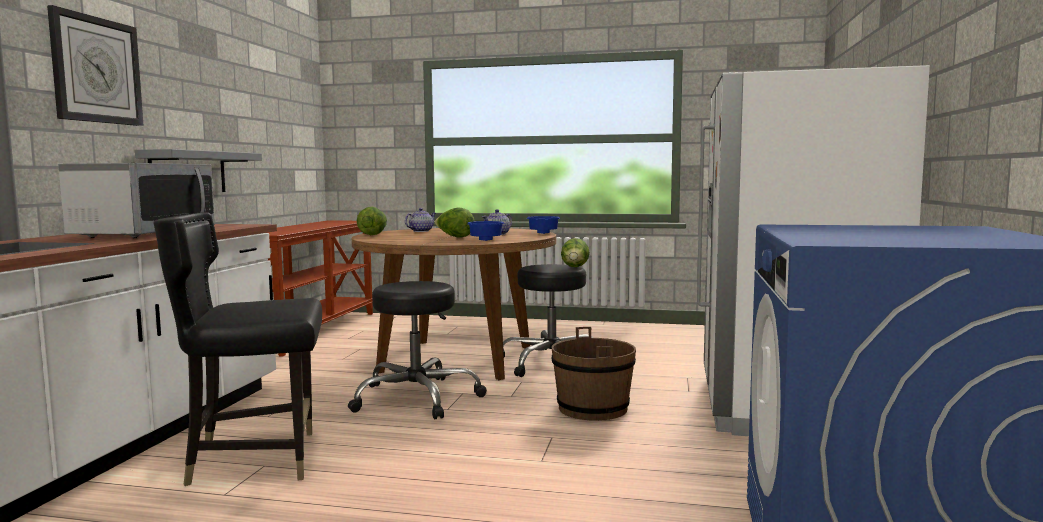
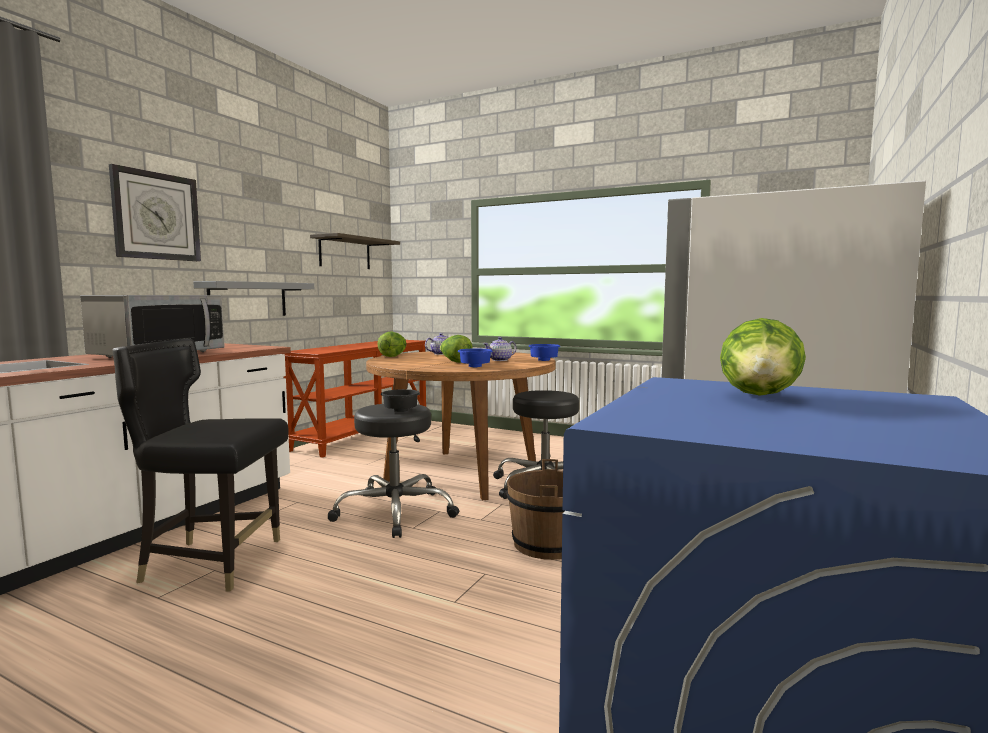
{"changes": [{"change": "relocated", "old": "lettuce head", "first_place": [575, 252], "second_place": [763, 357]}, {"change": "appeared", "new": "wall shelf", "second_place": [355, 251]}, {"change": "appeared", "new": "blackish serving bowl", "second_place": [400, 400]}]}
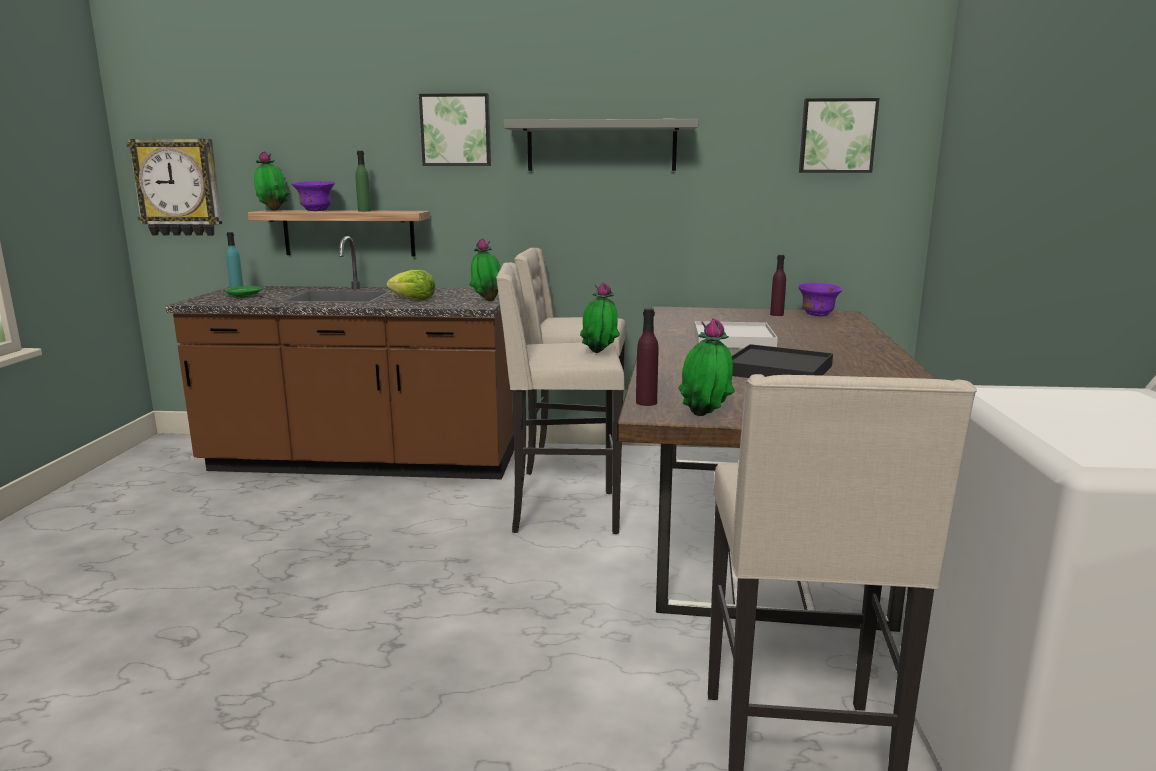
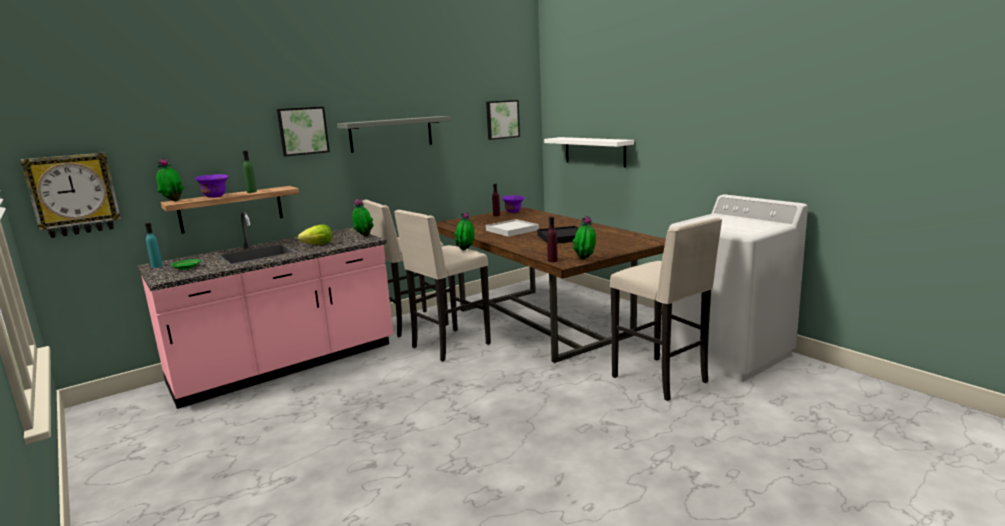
{"changes": [{"change": "colour", "old": "brownish kitchen counter", "new": "pink-coloured kitchen counter", "first_place": [339, 357], "second_place": [265, 310]}, {"change": "appeared", "new": "white wall shelf", "second_place": [589, 152]}]}
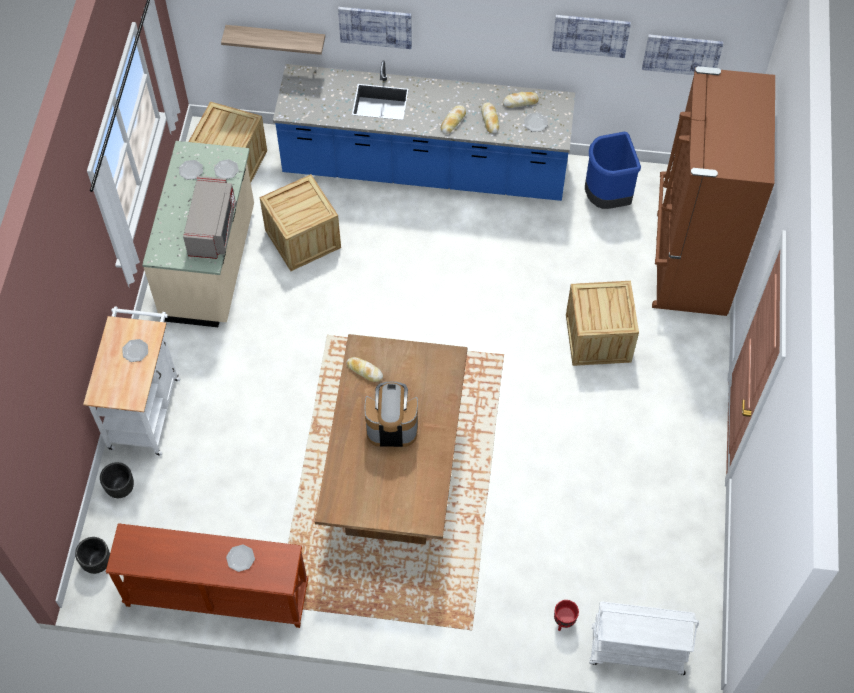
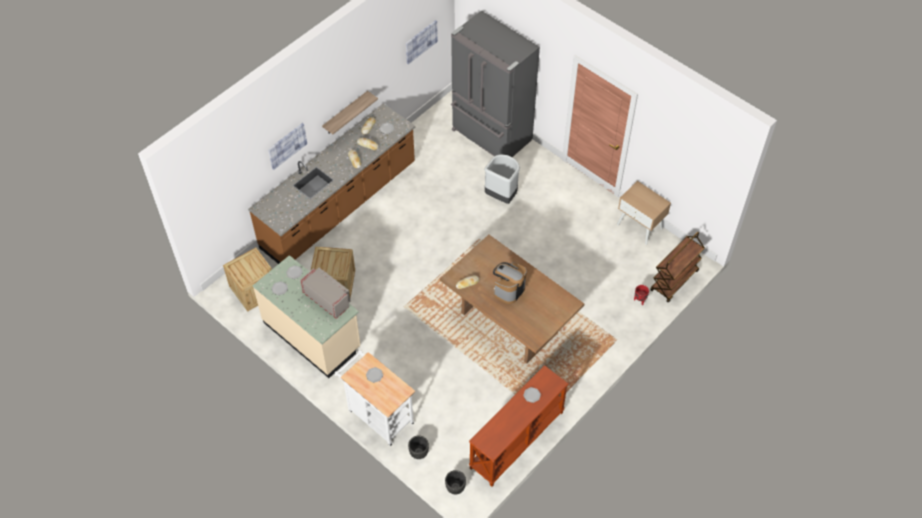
{"changes": [{"change": "relocated", "old": "wall shelf", "first_place": [273, 40], "second_place": [350, 113]}, {"change": "colour", "old": "blue-coloured kitchen counter", "new": "brownish kitchen counter", "first_place": [424, 130], "second_place": [331, 184]}, {"change": "missing", "old": "wall picture", "first_place": [591, 36]}, {"change": "exchanged", "old": "crate", "new": "grey waste bin", "first_place": [602, 323], "second_place": [502, 179]}, {"change": "missing", "old": "blue-coloured waste bin", "first_place": [613, 170]}, {"change": "colour", "old": "white wheeled cart", "new": "brownish wheeled cart", "first_place": [644, 638], "second_place": [677, 267]}, {"change": "colour", "old": "brownish refrigerator", "new": "grey refrigerator", "first_place": [713, 191], "second_place": [495, 83]}, {"change": "appeared", "new": "beige nightstand", "second_place": [644, 213]}]}
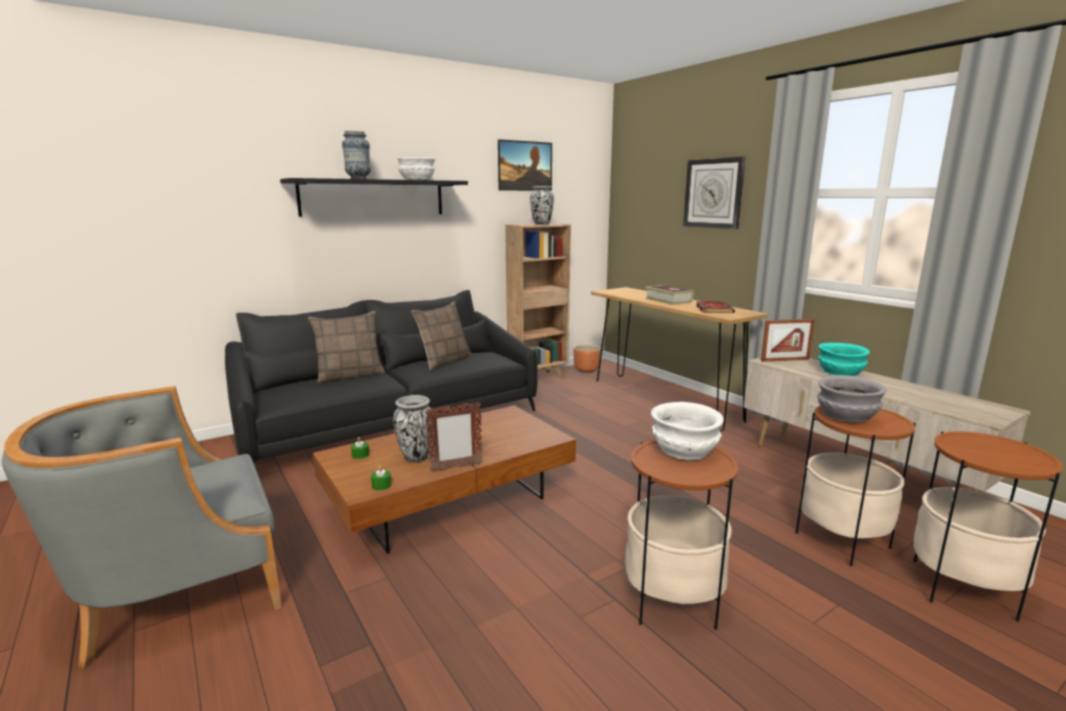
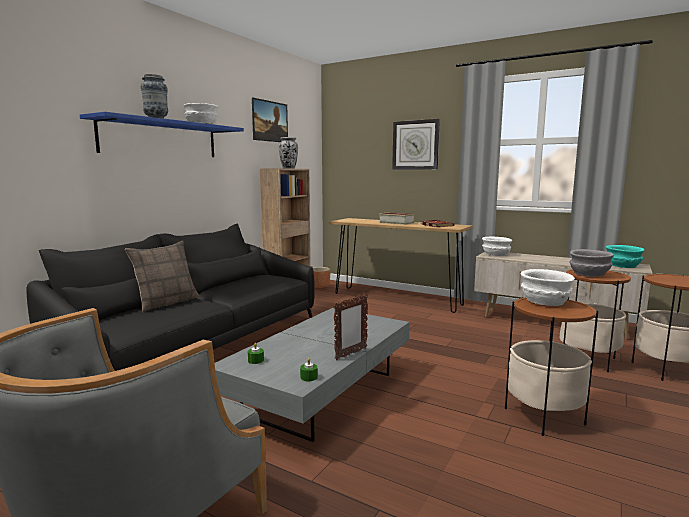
{"changes": [{"change": "colour", "old": "blackish wall shelf", "new": "blue-coloured wall shelf", "first_place": [374, 197], "second_place": [162, 134]}, {"change": "colour", "old": "brownish low table", "new": "grey low table", "first_place": [444, 479], "second_place": [312, 375]}, {"change": "missing", "old": "flower vase", "first_place": [413, 429]}, {"change": "missing", "old": "cushion", "first_place": [441, 336]}, {"change": "exchanged", "old": "picture frame", "new": "white serving bowl", "first_place": [788, 340], "second_place": [497, 246]}, {"change": "relocated", "old": "turquoise-coloured serving bowl", "first_place": [844, 359], "second_place": [625, 256]}]}
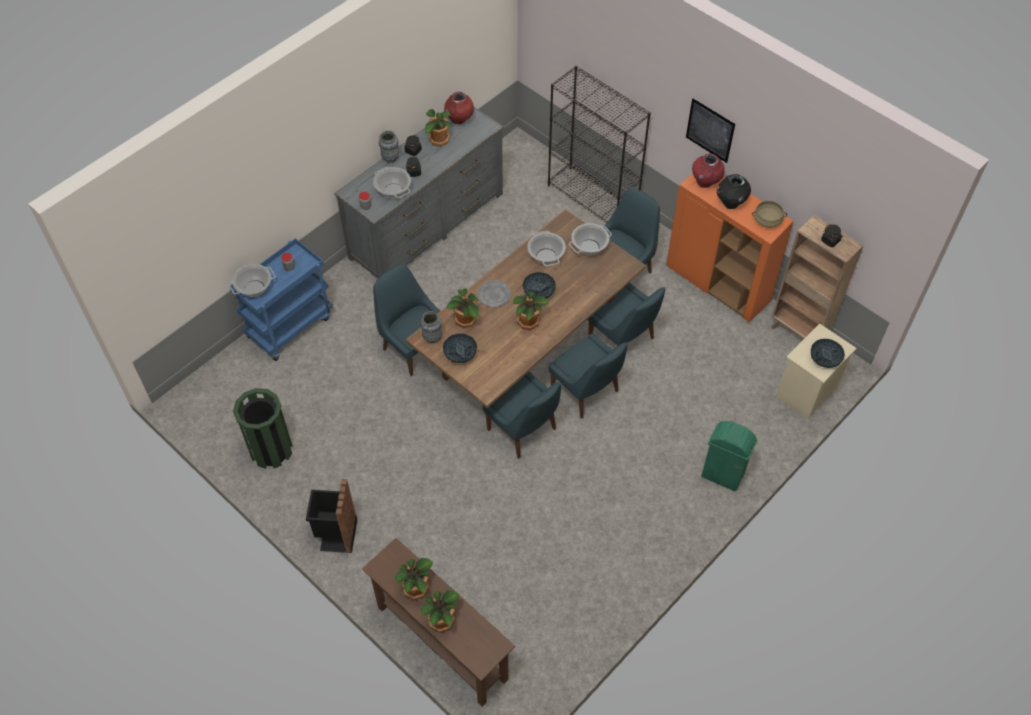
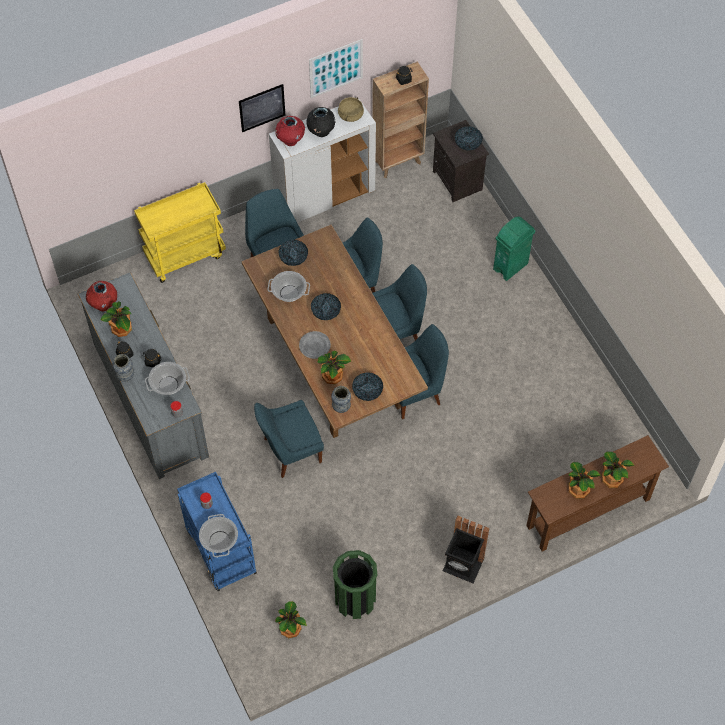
{"changes": [{"change": "relocated", "old": "potted plant", "first_place": [531, 311], "second_place": [291, 619]}, {"change": "exchanged", "old": "blackish shelving unit", "new": "yellow-coloured wheeled cart", "first_place": [599, 144], "second_place": [180, 232]}, {"change": "exchanged", "old": "saucepot", "new": "serving bowl", "first_place": [590, 239], "second_place": [293, 253]}, {"change": "colour", "old": "orangey cupboard", "new": "white cupboard", "first_place": [729, 248], "second_place": [322, 160]}, {"change": "colour", "old": "beige nightstand", "new": "blackish nightstand", "first_place": [816, 371], "second_place": [461, 161]}, {"change": "appeared", "new": "wall picture", "second_place": [336, 68]}]}
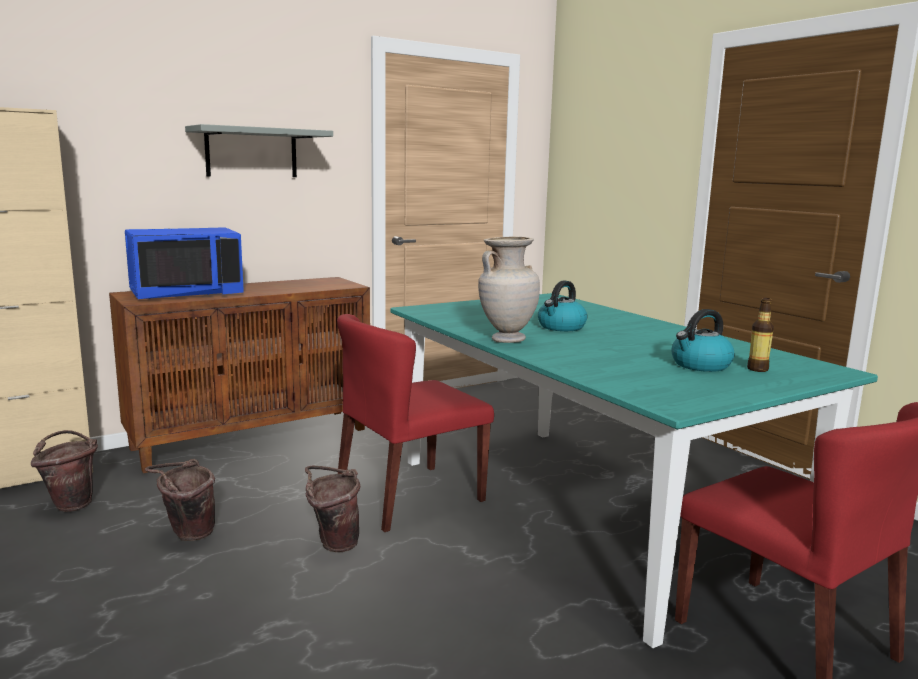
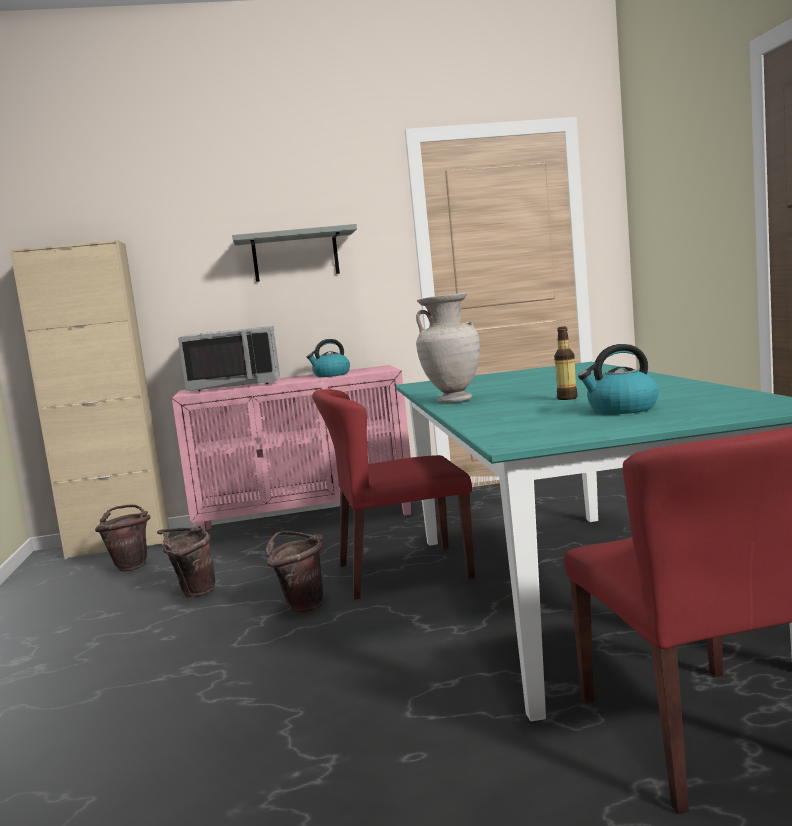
{"changes": [{"change": "colour", "old": "brownish cupboard", "new": "pink-coloured cupboard", "first_place": [239, 375], "second_place": [291, 448]}, {"change": "colour", "old": "blue-coloured kitchen microwave", "new": "grey kitchen microwave", "first_place": [184, 263], "second_place": [229, 359]}, {"change": "relocated", "old": "kettle", "first_place": [562, 305], "second_place": [328, 358]}, {"change": "relocated", "old": "bottle", "first_place": [760, 335], "second_place": [566, 363]}]}
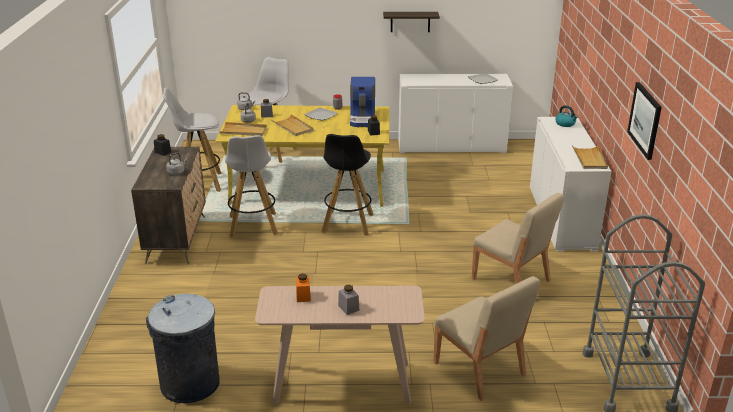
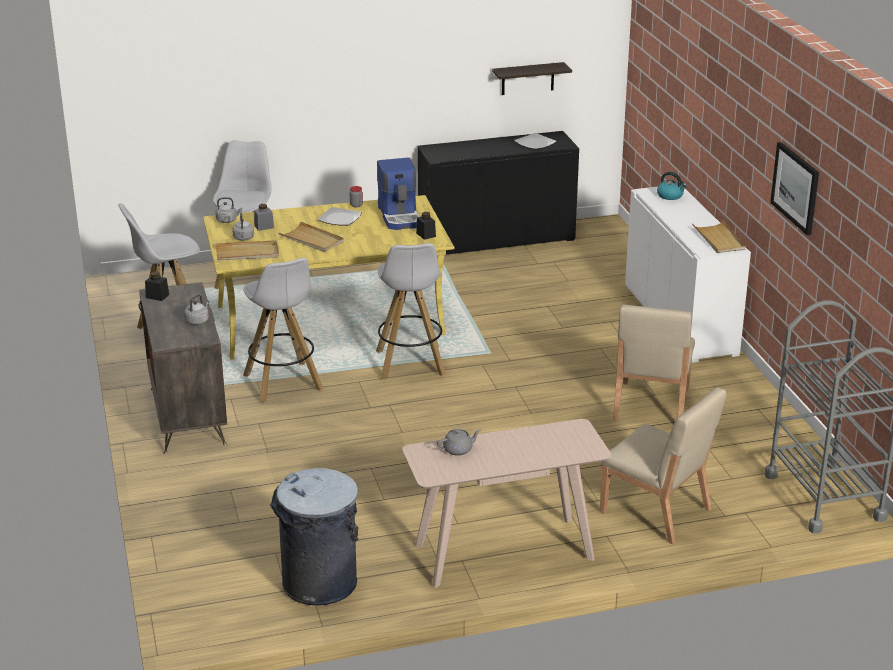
{"changes": [{"change": "exchanged", "old": "orangey storage jar", "new": "grey pot for tea", "first_place": [303, 287], "second_place": [459, 442]}, {"change": "colour", "old": "blackish sitting stool", "new": "white sitting stool", "first_place": [347, 185], "second_place": [411, 311]}, {"change": "missing", "old": "grey storage jar", "first_place": [348, 300]}, {"change": "relocated", "old": "wall shelf", "first_place": [411, 22], "second_place": [532, 78]}, {"change": "colour", "old": "white cupboard", "new": "blackish cupboard", "first_place": [455, 113], "second_place": [498, 193]}, {"change": "spun", "old": "beige plain chair", "first_place": [518, 238], "second_place": [654, 363], "degrees": 75}]}
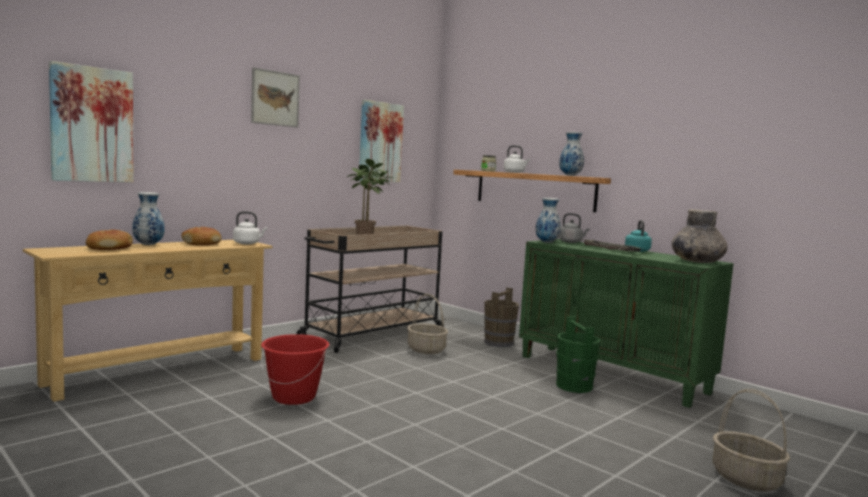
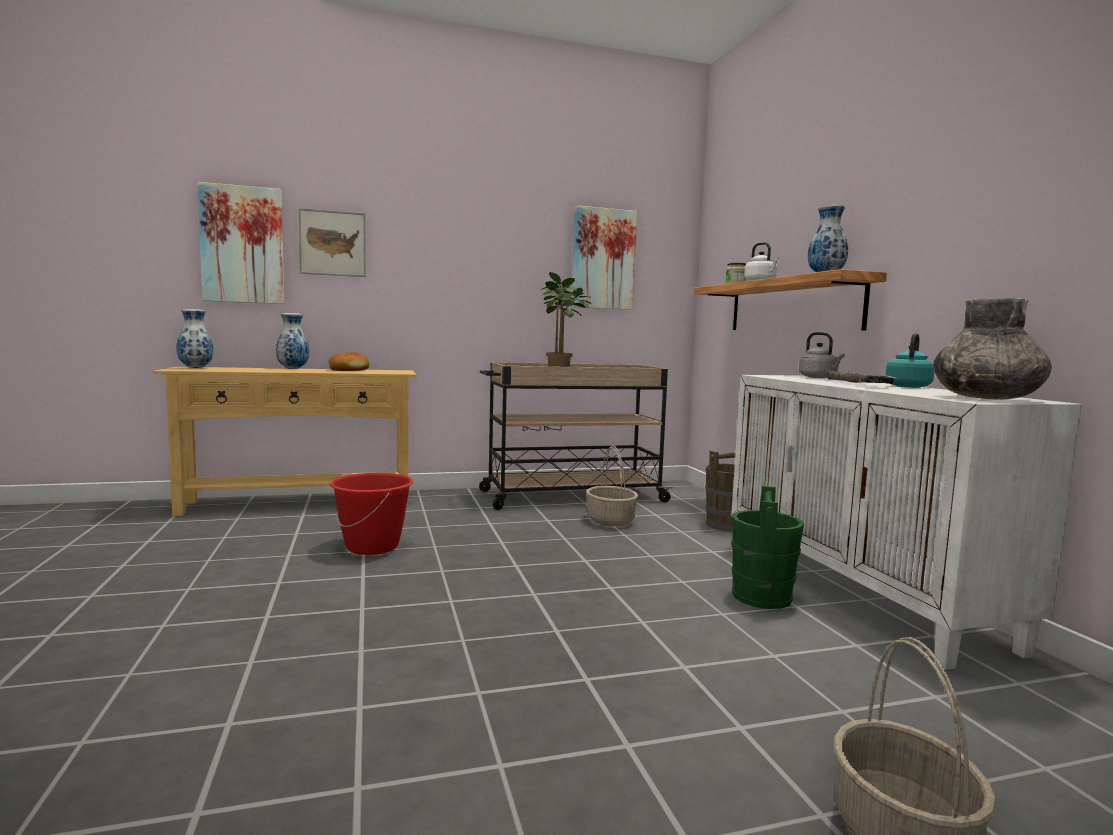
{"changes": [{"change": "missing", "old": "bread", "first_place": [109, 240]}, {"change": "missing", "old": "white kettle", "first_place": [250, 227]}, {"change": "relocated", "old": "wall picture", "first_place": [275, 97], "second_place": [332, 242]}, {"change": "colour", "old": "green cupboard", "new": "white cupboard", "first_place": [626, 323], "second_place": [906, 522]}, {"change": "relocated", "old": "flower vase", "first_place": [548, 220], "second_place": [194, 338]}]}
